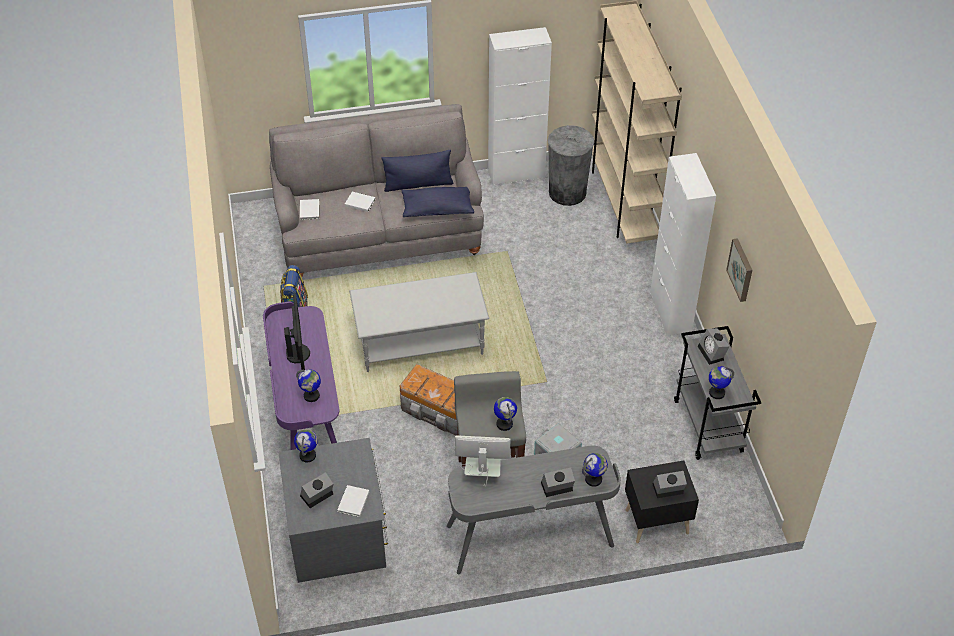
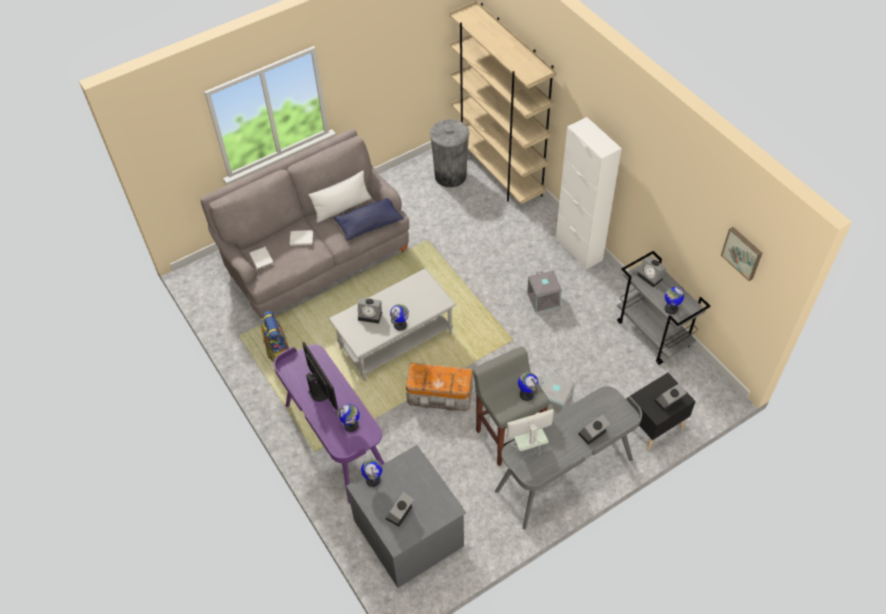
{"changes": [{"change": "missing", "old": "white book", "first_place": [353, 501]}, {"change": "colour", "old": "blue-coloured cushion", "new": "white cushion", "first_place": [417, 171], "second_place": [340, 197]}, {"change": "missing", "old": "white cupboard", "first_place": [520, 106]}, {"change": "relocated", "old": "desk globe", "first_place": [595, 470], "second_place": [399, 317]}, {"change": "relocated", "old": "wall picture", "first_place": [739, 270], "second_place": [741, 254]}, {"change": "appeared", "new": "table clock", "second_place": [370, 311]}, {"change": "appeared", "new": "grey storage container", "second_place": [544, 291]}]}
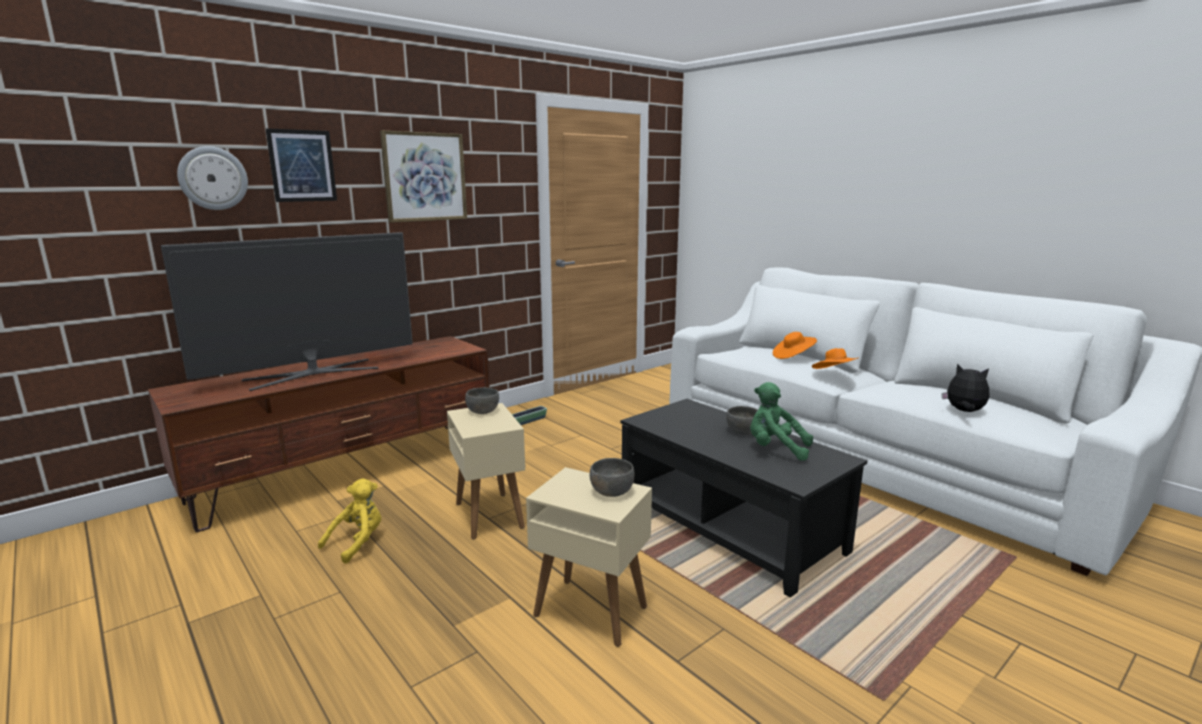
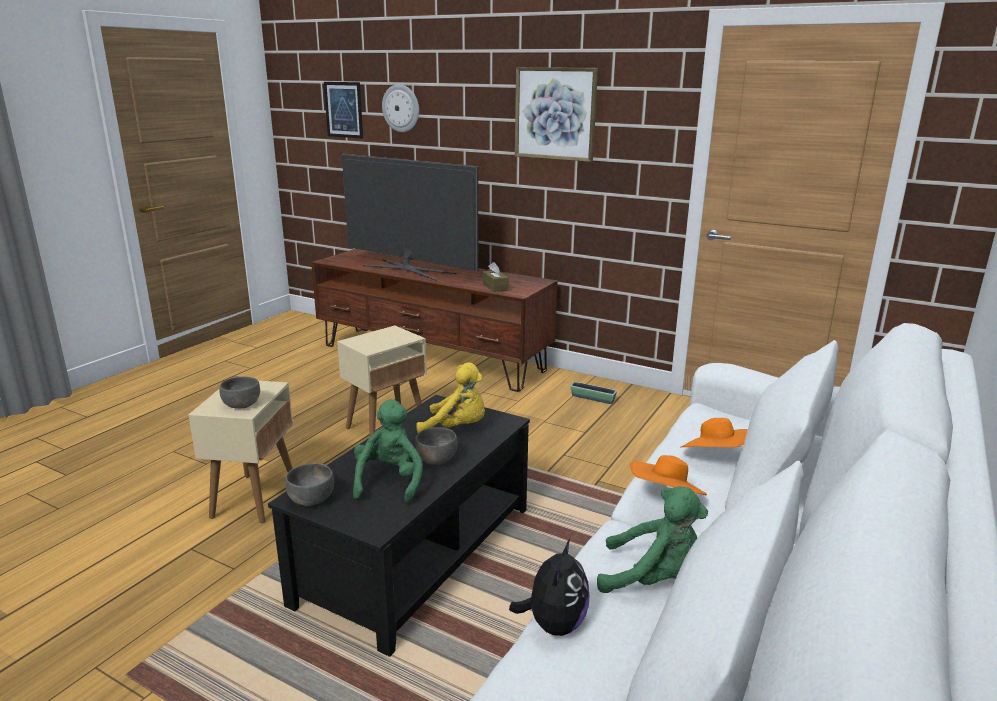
{"changes": [{"change": "relocated", "old": "wall picture", "first_place": [301, 165], "second_place": [343, 110]}, {"change": "relocated", "old": "yellow-coloured plush toy", "first_place": [349, 521], "second_place": [450, 398]}, {"change": "relocated", "old": "grey serving bowl", "first_place": [482, 400], "second_place": [309, 484]}, {"change": "appeared", "new": "brownish tissue box", "second_place": [496, 277]}, {"change": "appeared", "new": "green plush toy", "second_place": [652, 539]}]}
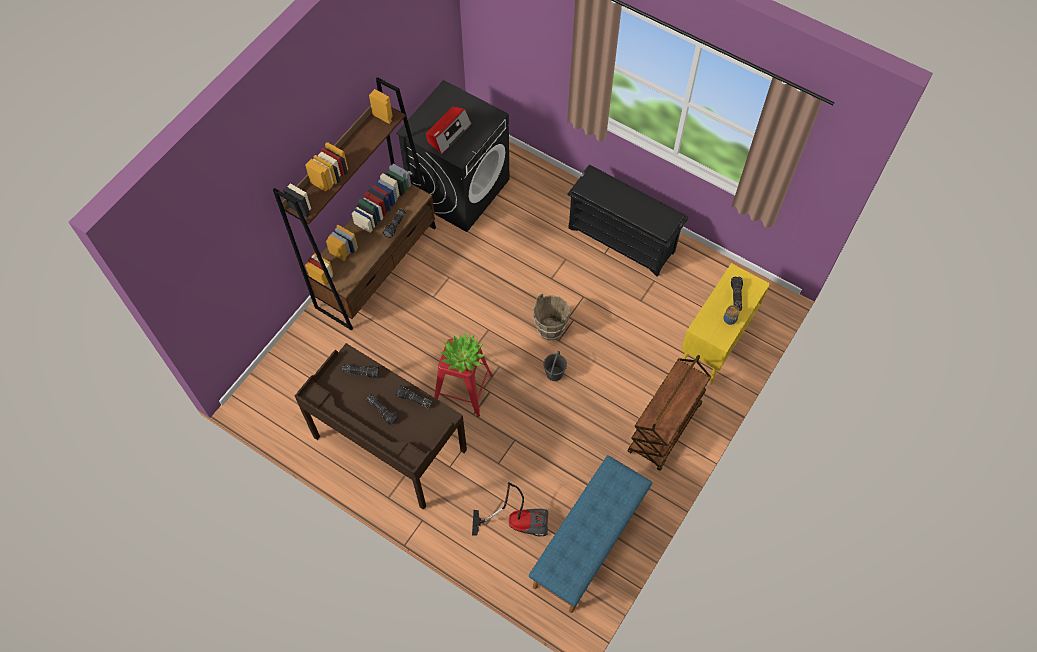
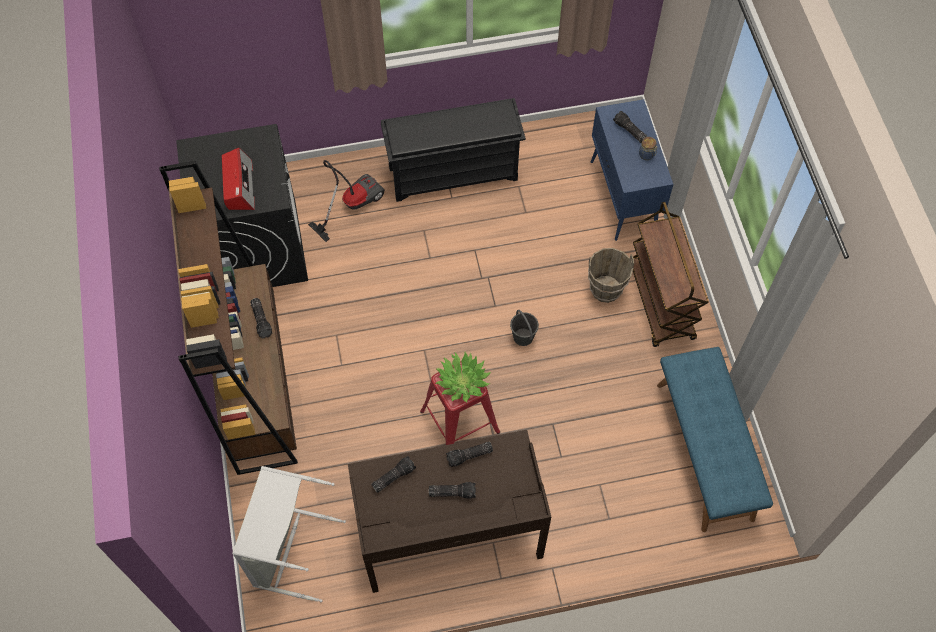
{"changes": [{"change": "relocated", "old": "hoover", "first_place": [510, 509], "second_place": [346, 201]}, {"change": "relocated", "old": "brownish water bucket", "first_place": [551, 317], "second_place": [611, 275]}, {"change": "colour", "old": "yellow-coloured cupboard", "new": "blue-coloured cupboard", "first_place": [725, 324], "second_place": [632, 170]}, {"change": "appeared", "new": "grey laundry basket", "second_place": [289, 534]}]}
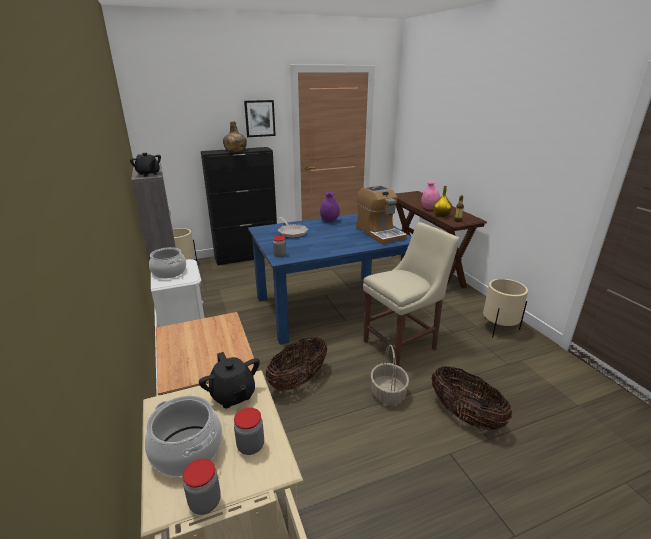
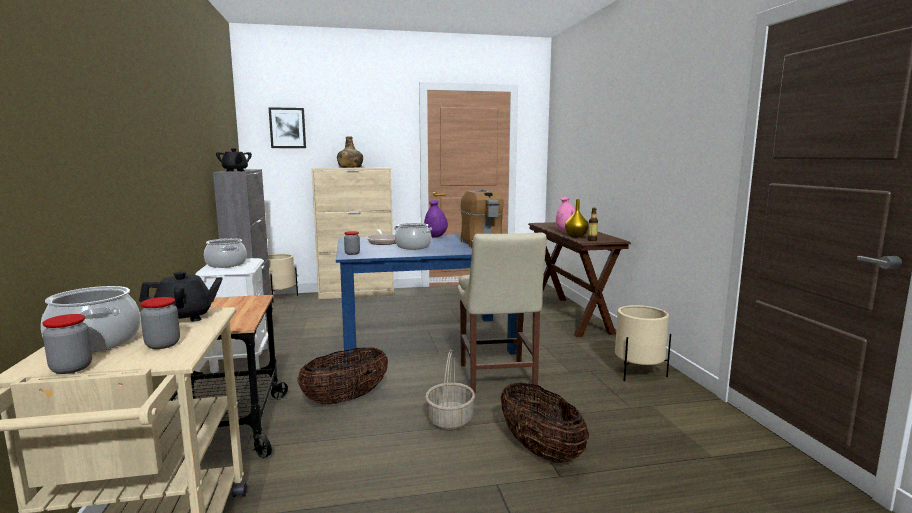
{"changes": [{"change": "spun", "old": "blackish pot for tea", "first_place": [229, 380], "second_place": [181, 296], "degrees": -90}, {"change": "colour", "old": "blackish cupboard", "new": "beige cupboard", "first_place": [239, 206], "second_place": [353, 233]}, {"change": "relocated", "old": "wall picture", "first_place": [260, 118], "second_place": [287, 127]}, {"change": "spun", "old": "beige plain chair", "first_place": [411, 294], "second_place": [502, 313], "degrees": 105}, {"change": "appeared", "new": "saucepot", "second_place": [413, 236]}]}
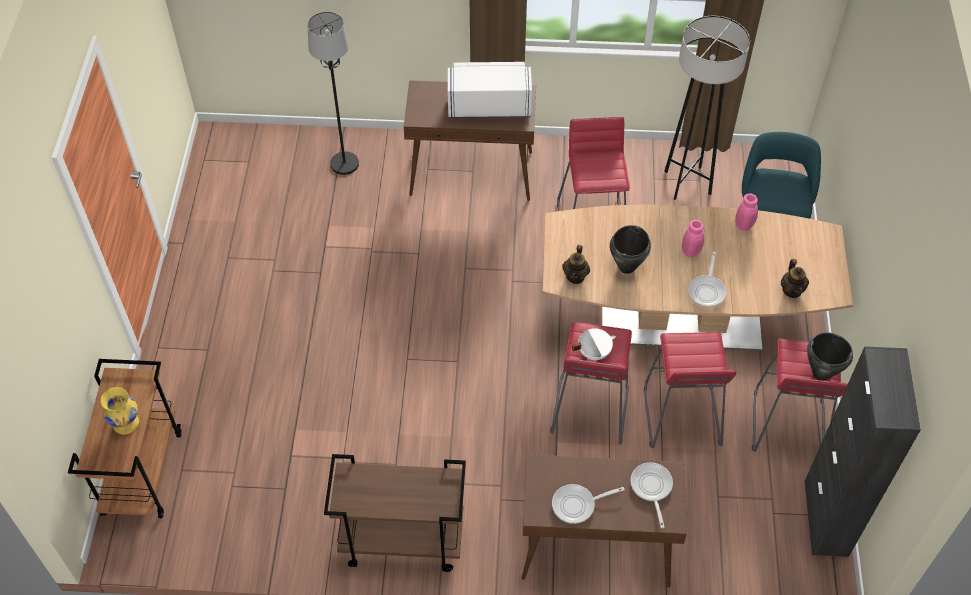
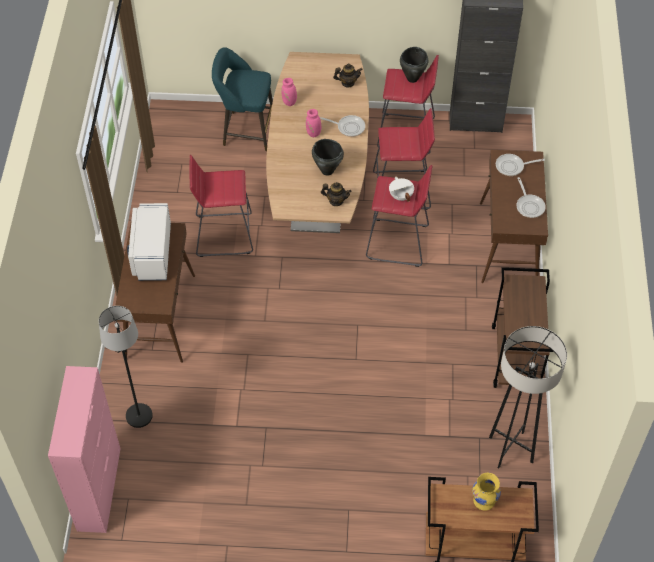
{"changes": [{"change": "relocated", "old": "grey standard lamp", "first_place": [707, 108], "second_place": [528, 397]}, {"change": "appeared", "new": "pink-coloured cupboard", "second_place": [84, 449]}]}
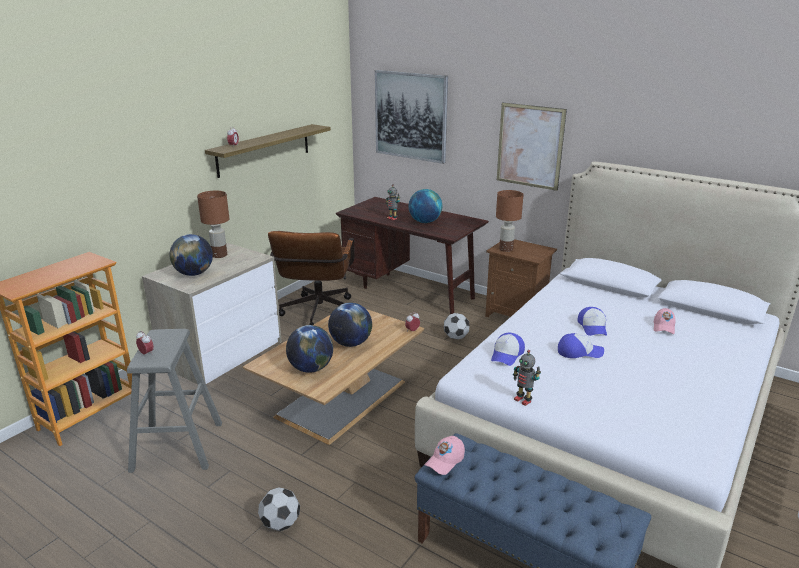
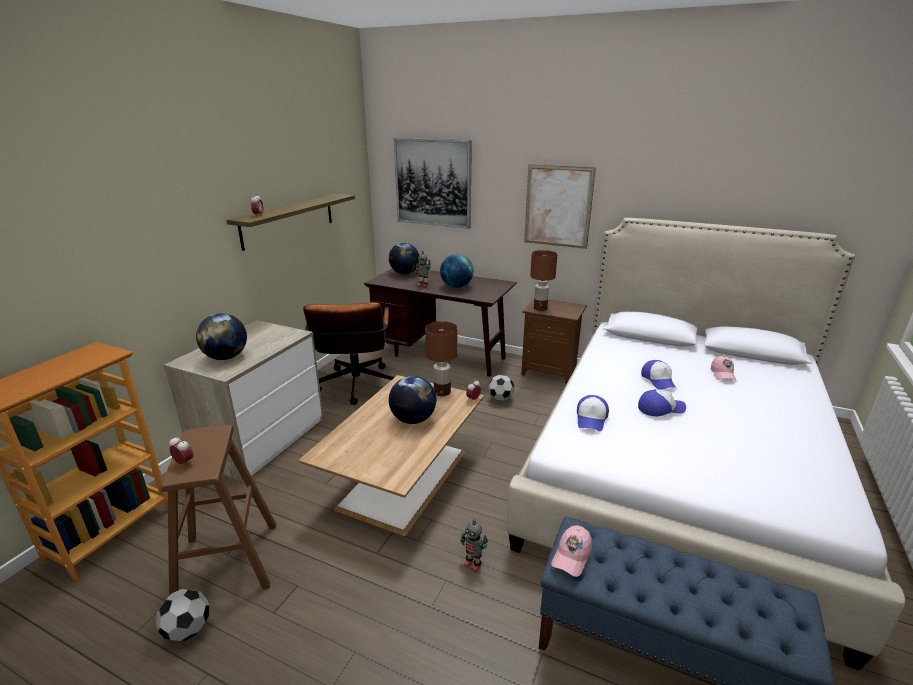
{"changes": [{"change": "colour", "old": "grey sitting stool", "new": "brownish sitting stool", "first_place": [174, 401], "second_place": [218, 510]}, {"change": "relocated", "old": "brownish tabletop lamp", "first_place": [213, 224], "second_place": [441, 358]}, {"change": "relocated", "old": "football", "first_place": [279, 509], "second_place": [182, 615]}, {"change": "relocated", "old": "desk globe", "first_place": [309, 349], "second_place": [404, 258]}, {"change": "relocated", "old": "model robot", "first_place": [527, 378], "second_place": [474, 545]}]}
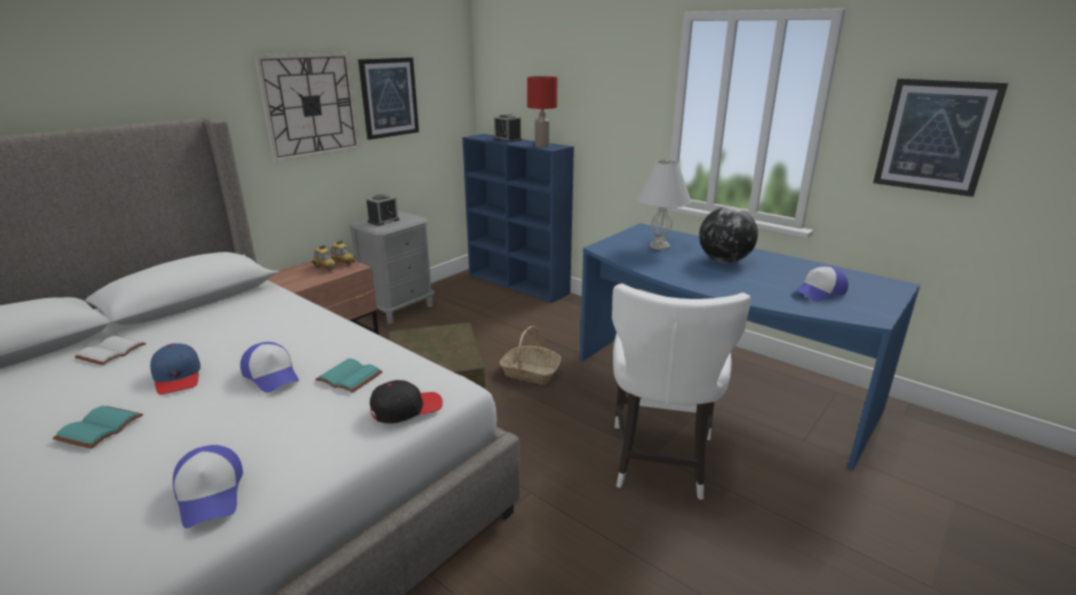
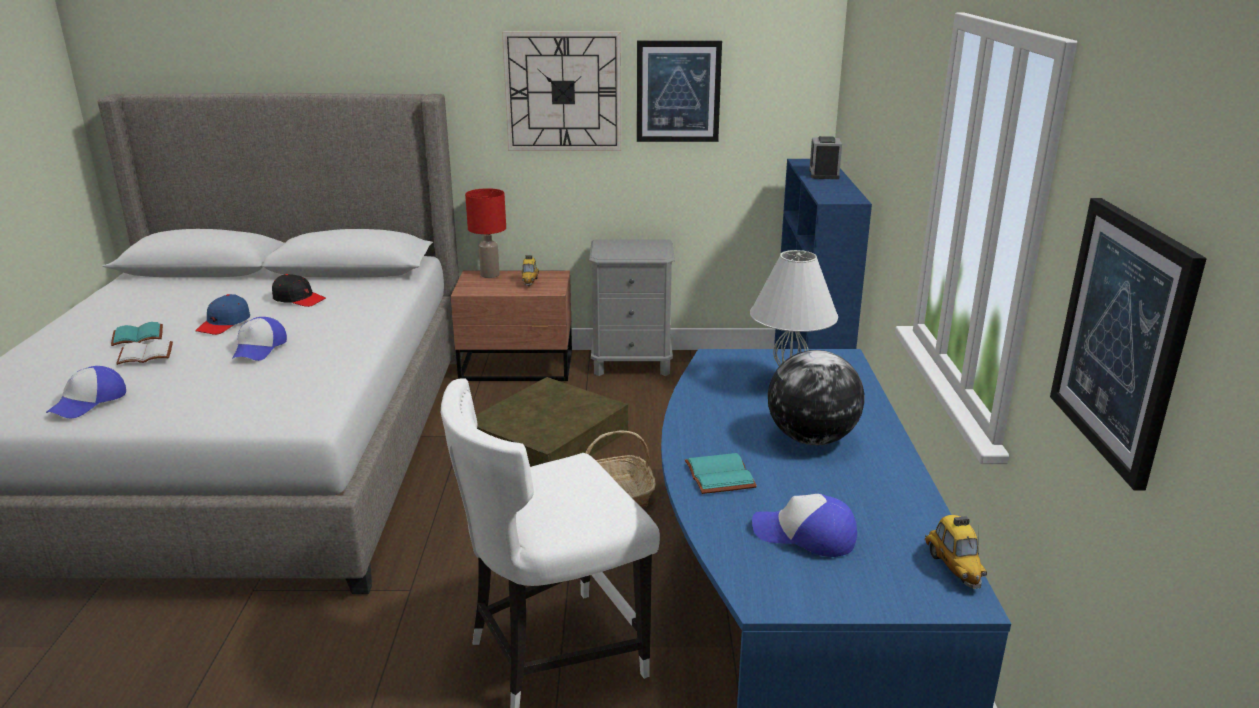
{"changes": [{"change": "relocated", "old": "white book", "first_place": [110, 350], "second_place": [144, 352]}, {"change": "relocated", "old": "turquoise-coloured book", "first_place": [349, 375], "second_place": [721, 473]}, {"change": "relocated", "old": "miniature car", "first_place": [343, 252], "second_place": [956, 552]}, {"change": "missing", "old": "table clock", "first_place": [383, 210]}, {"change": "relocated", "old": "blackish peaked cap", "first_place": [406, 402], "second_place": [299, 290]}, {"change": "relocated", "old": "red-coloured tabletop lamp", "first_place": [542, 111], "second_place": [485, 233]}]}
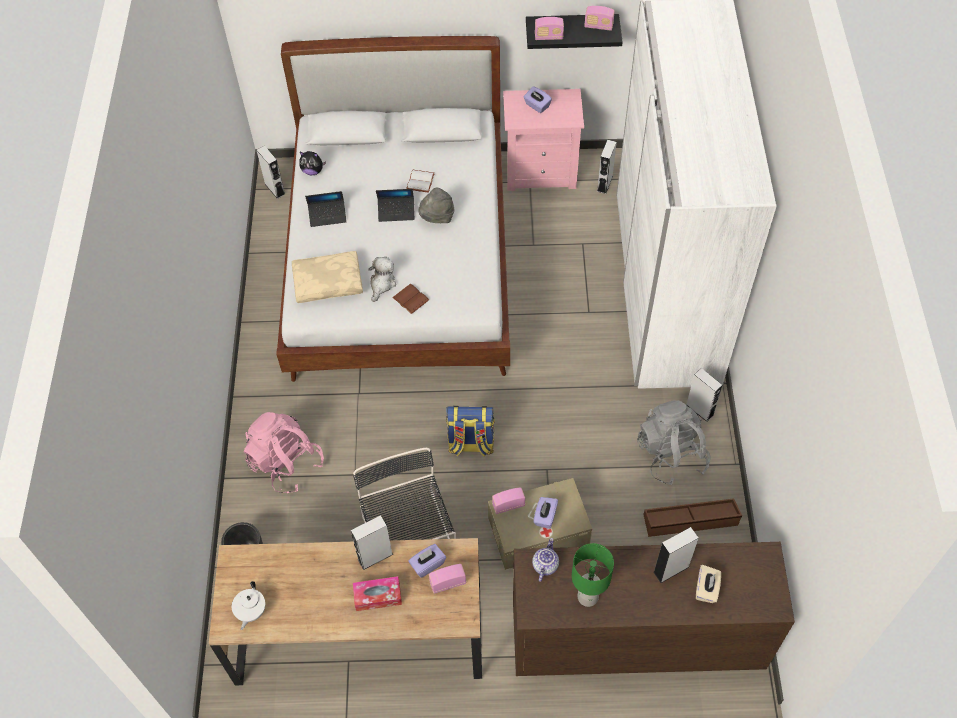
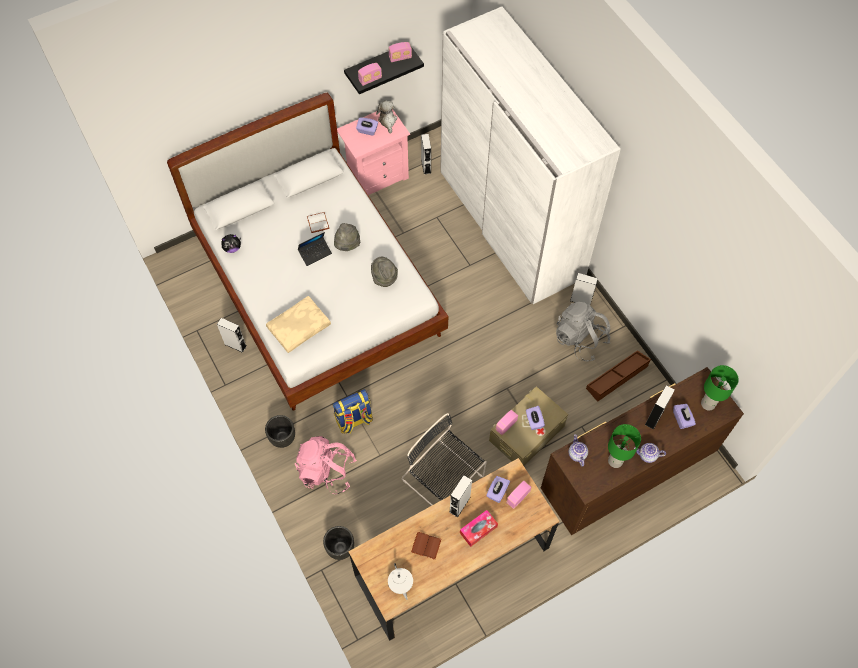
{"changes": [{"change": "relocated", "old": "grey speaker", "first_place": [270, 172], "second_place": [232, 335]}, {"change": "missing", "old": "notebook computer", "first_place": [326, 209]}, {"change": "relocated", "old": "plush toy", "first_place": [382, 279], "second_place": [386, 117]}, {"change": "relocated", "old": "brownish book", "first_place": [410, 299], "second_place": [426, 546]}, {"change": "relocated", "old": "knapsack", "first_place": [470, 431], "second_place": [352, 411]}, {"change": "colour", "old": "beige tissue box", "new": "purplish tissue box", "first_place": [708, 584], "second_place": [684, 416]}, {"change": "appeared", "new": "blackish plant pot", "second_place": [280, 431]}, {"change": "appeared", "new": "grey clothing hat", "second_place": [384, 272]}, {"change": "appeared", "new": "pot for tea", "second_place": [650, 453]}, {"change": "appeared", "new": "green tabletop lamp", "second_place": [720, 388]}]}
